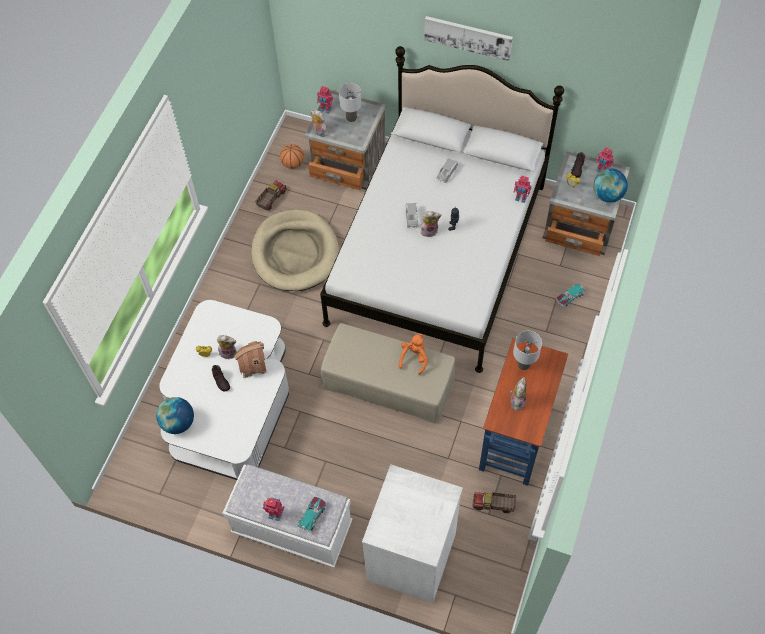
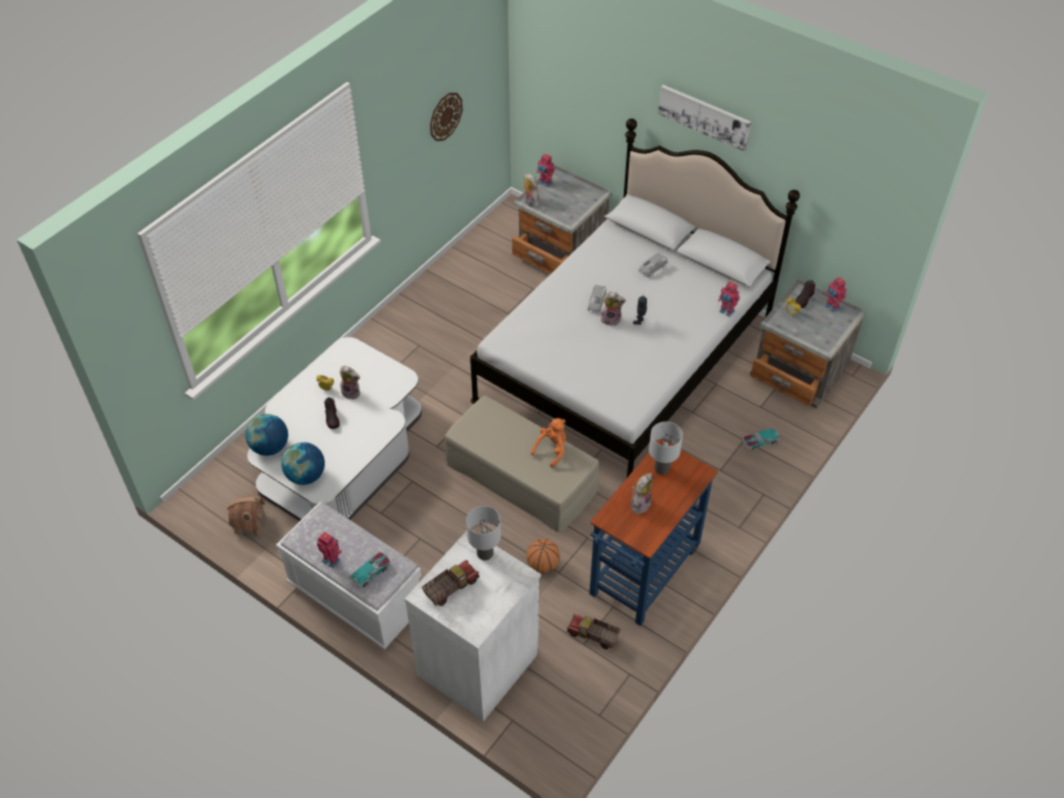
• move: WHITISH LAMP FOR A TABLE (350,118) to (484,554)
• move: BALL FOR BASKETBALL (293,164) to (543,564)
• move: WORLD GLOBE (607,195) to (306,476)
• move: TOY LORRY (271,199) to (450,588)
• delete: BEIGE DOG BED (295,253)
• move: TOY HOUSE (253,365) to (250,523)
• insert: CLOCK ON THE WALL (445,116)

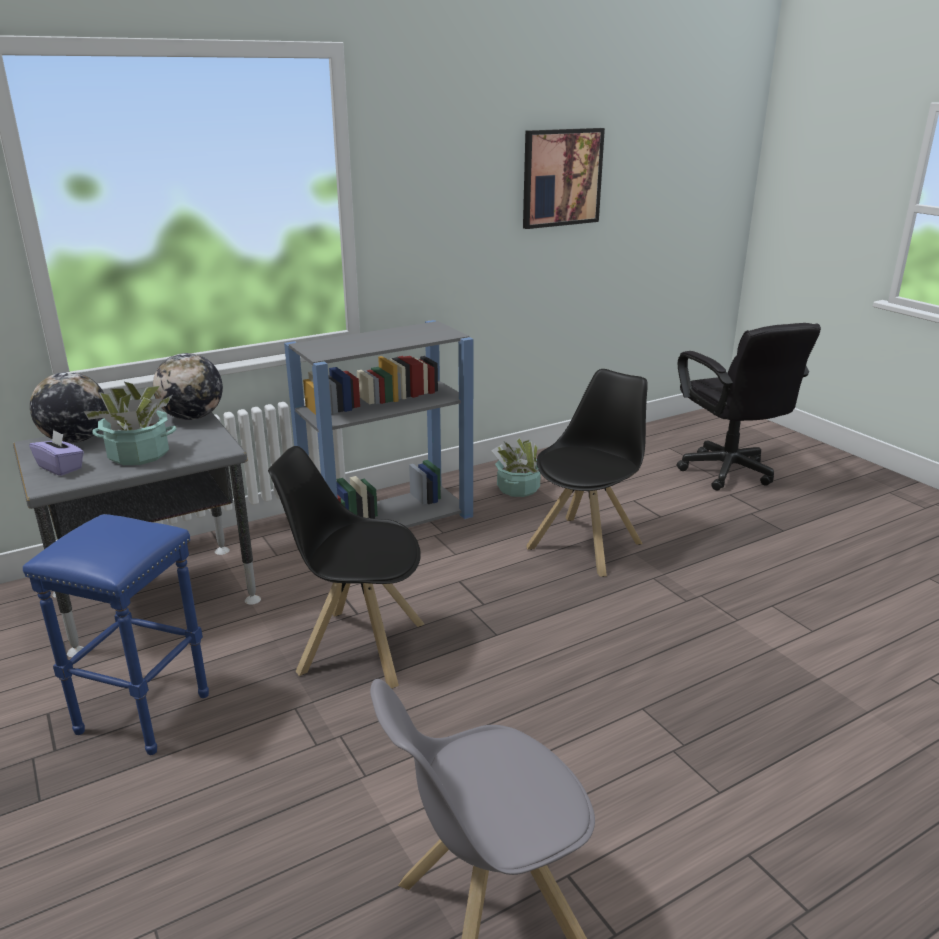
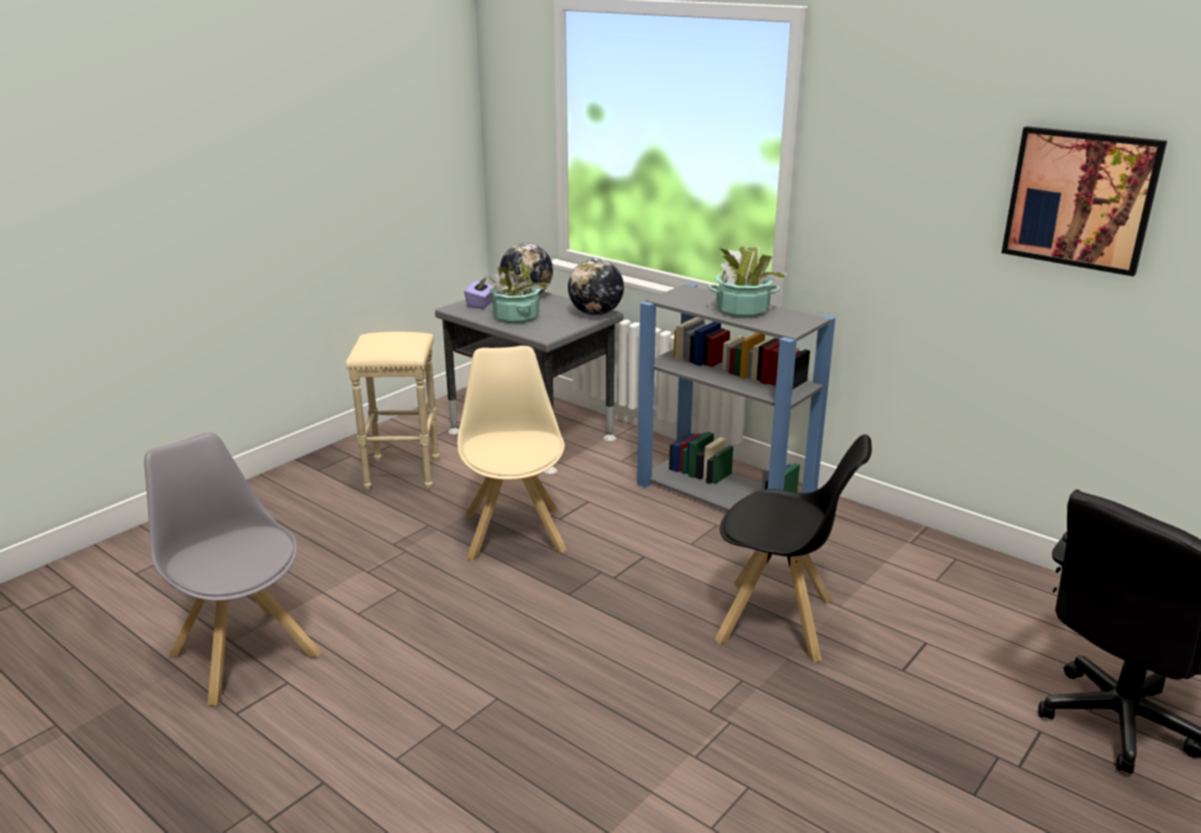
• move: PLANT IN A POT (518,488) to (742,310)
• recolor: BLACKISH CHAIR (358,646) to BEIGE CHAIR (514,531)
• recolor: BLUE STOOL SEAT (144,715) to BEIGE STOOL SEAT (401,474)

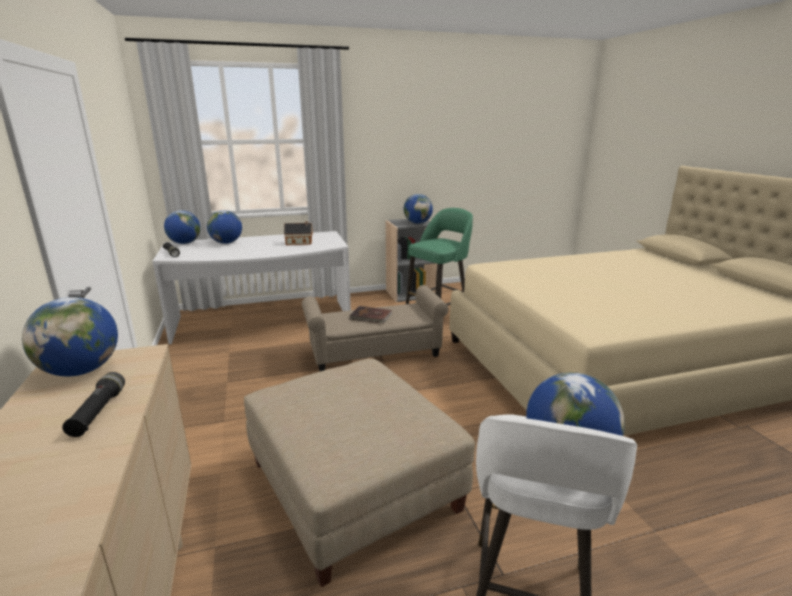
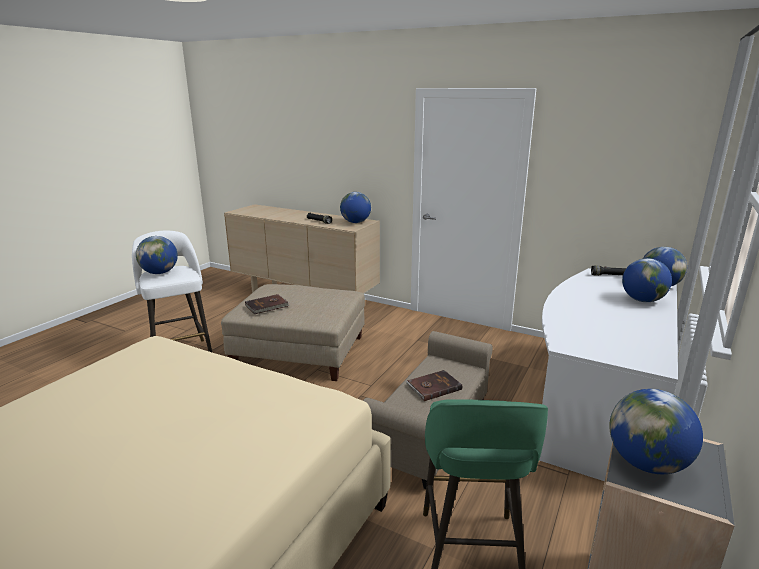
• delete: TOY HOUSE (300,242)
• insert: BROWNISH BOOK (267,306)

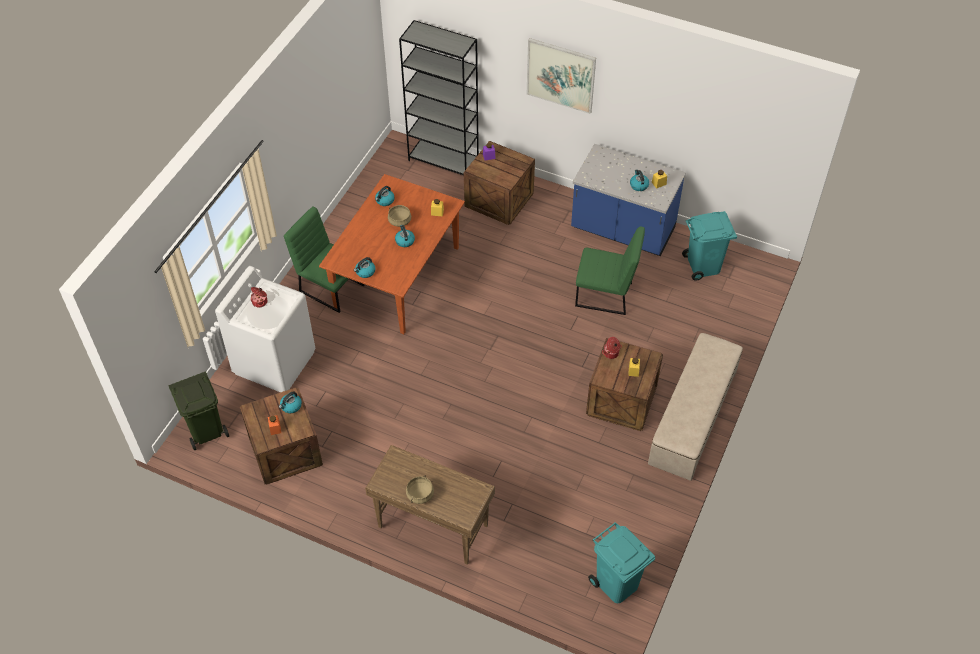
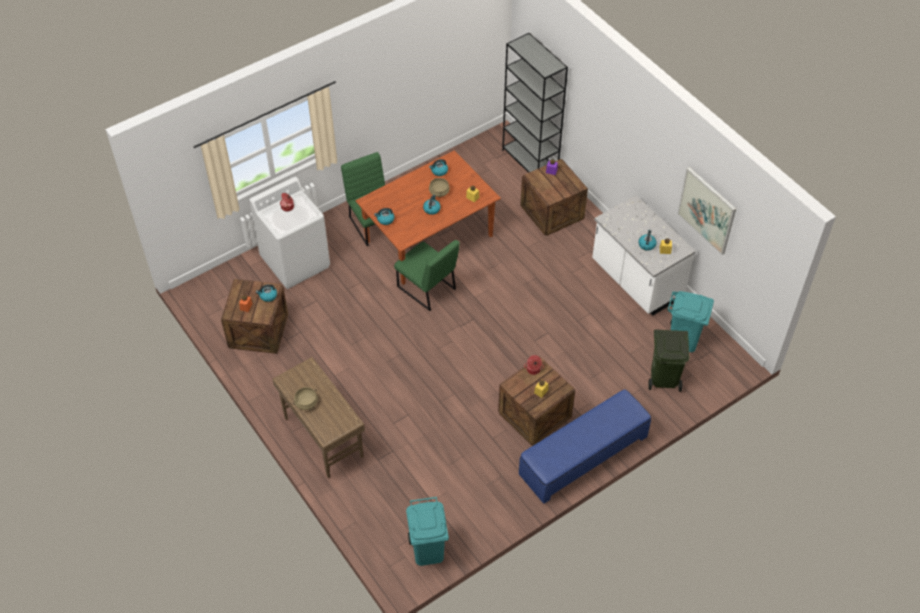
• move: WALL PICTURE (561,75) to (707,210)
• recolor: BLUE KITCHEN COUNTER (622,230) to WHITISH KITCHEN COUNTER (636,280)
• move: GREENISH CHAIR (605,295) to (427,289)
• recolor: BEIGE LONG SEAT (693,417) to BLUE LONG SEAT (583,456)
• move: GREENISH RUBBISH BIN (207,430) to (664,378)

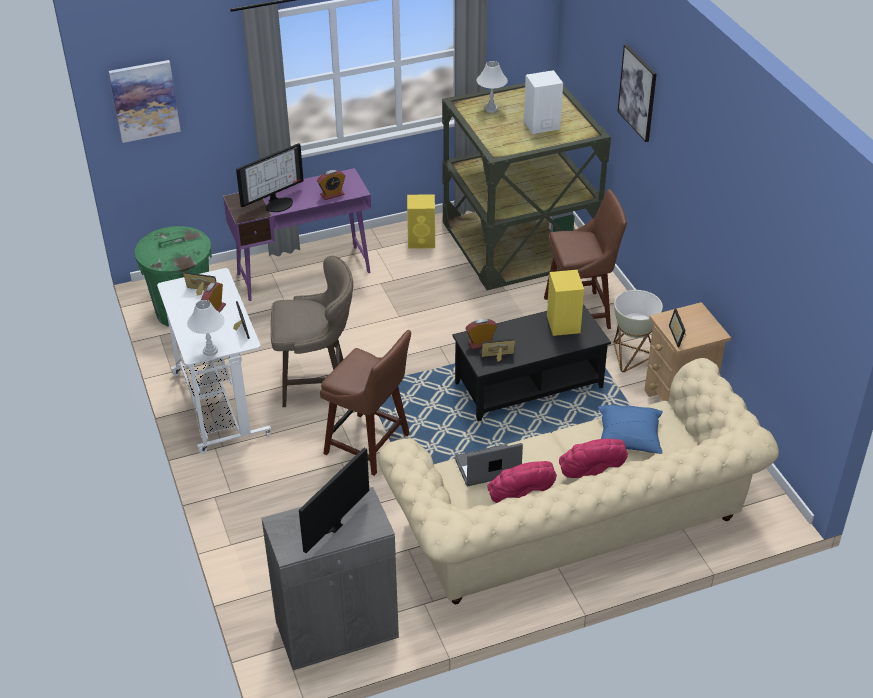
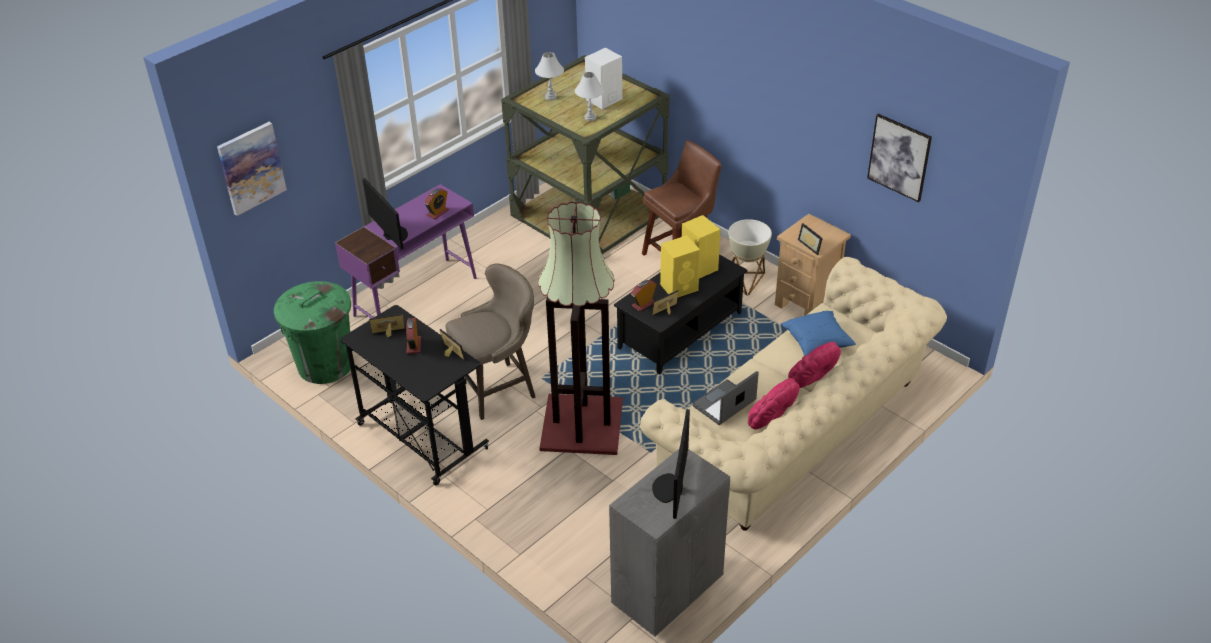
• move: WALL PICTURE (638,92) to (899,157)
• rotate: COMPUTER DISPLAY (278,203) = (393,234) 60 degrees counterclockwise
• move: YELLOW-COLOURED LOUDSPEAKER (422,241) to (680,287)
• recolor: WHITISH DESK (220,404) to BLACKISH DESK (422,436)
• move: WHITISH LAMP FOR A TABLE (210,351) to (590,117)
• replace: BROWNISH CHAIR (370,445) to STANDING LAMP (583,426)

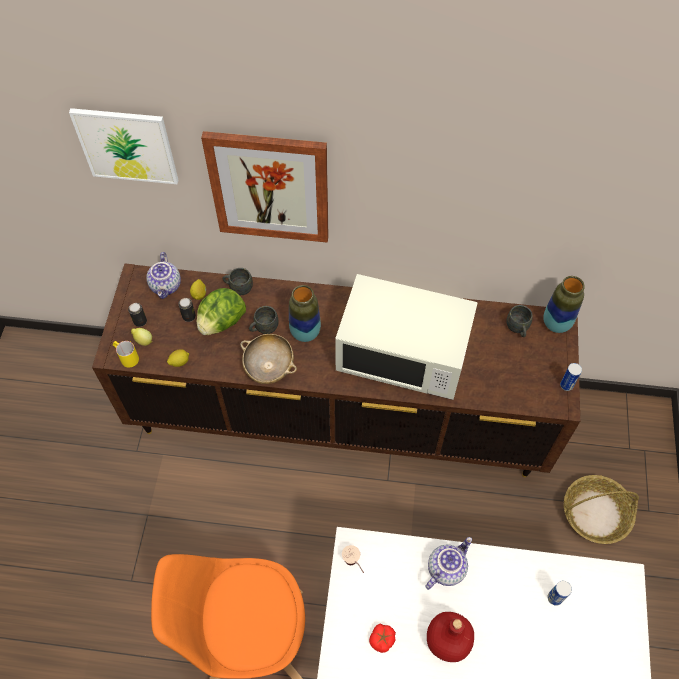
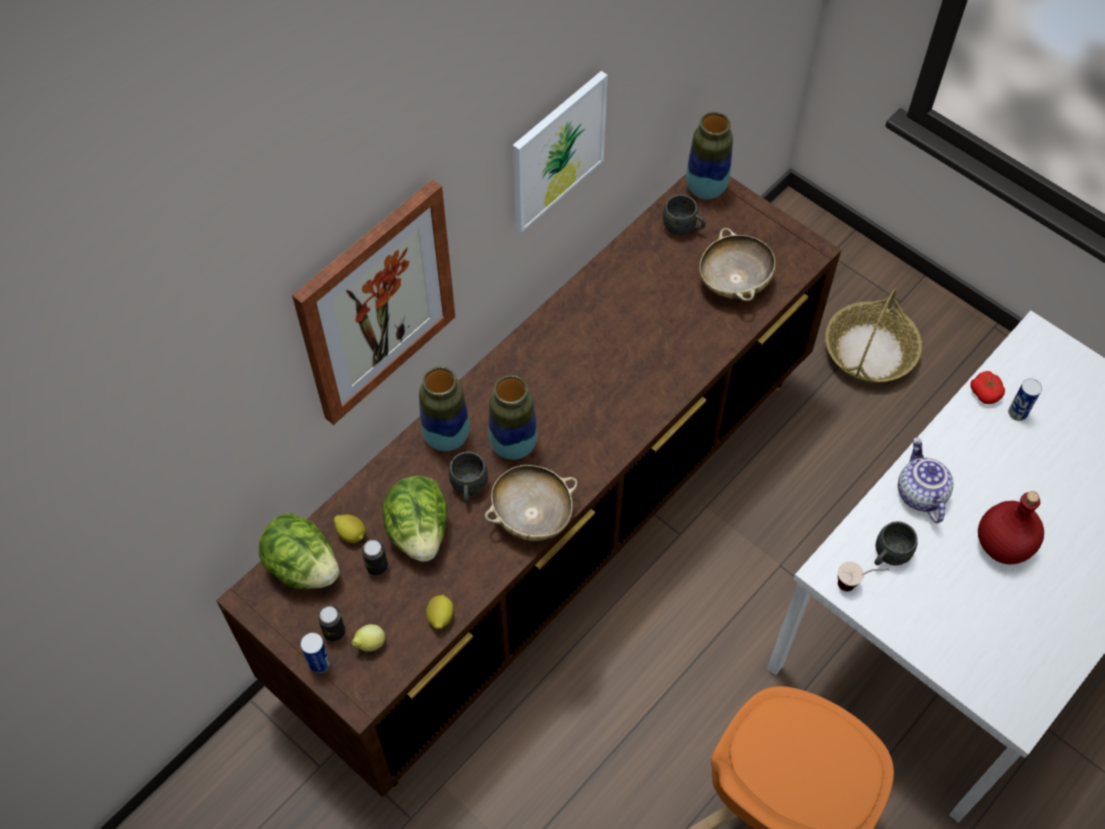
• move: WALL PICTURE (126,145) to (557,151)
• replace: TEAPOT (166,286) to HEAD OF LETTUCE (303,566)
• move: GREYISH MUG (238,288) to (888,555)
• delete: WHITISH MICROWAVE OVEN (403,355)
• delete: YELLOW-COLOURED MUG (126,357)
• move: METAL CAN (566,385) to (319,663)
• move: FRESH TOMATO (382,639) to (985,392)
• insert: BEIGE BOWL (734,281)
• insert: FLOWER VASE (446,437)

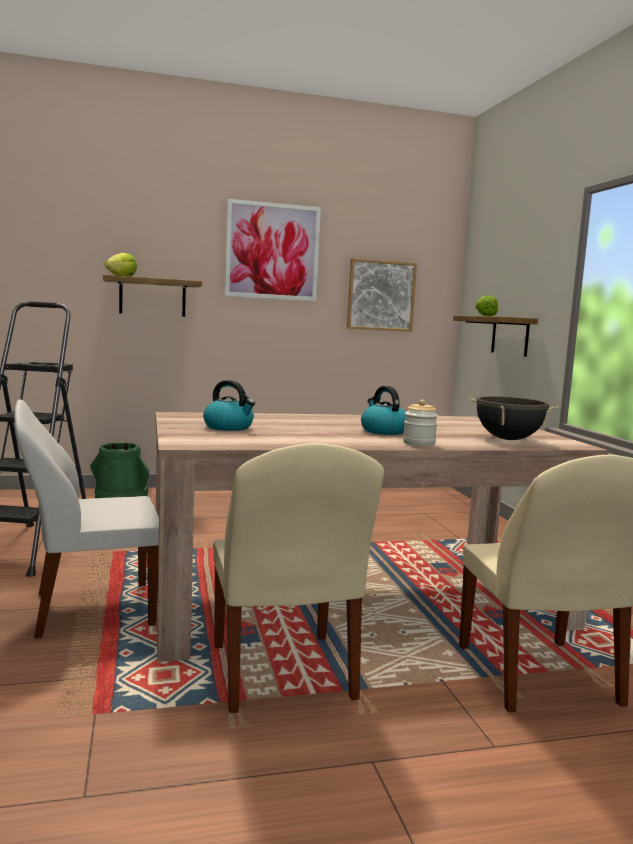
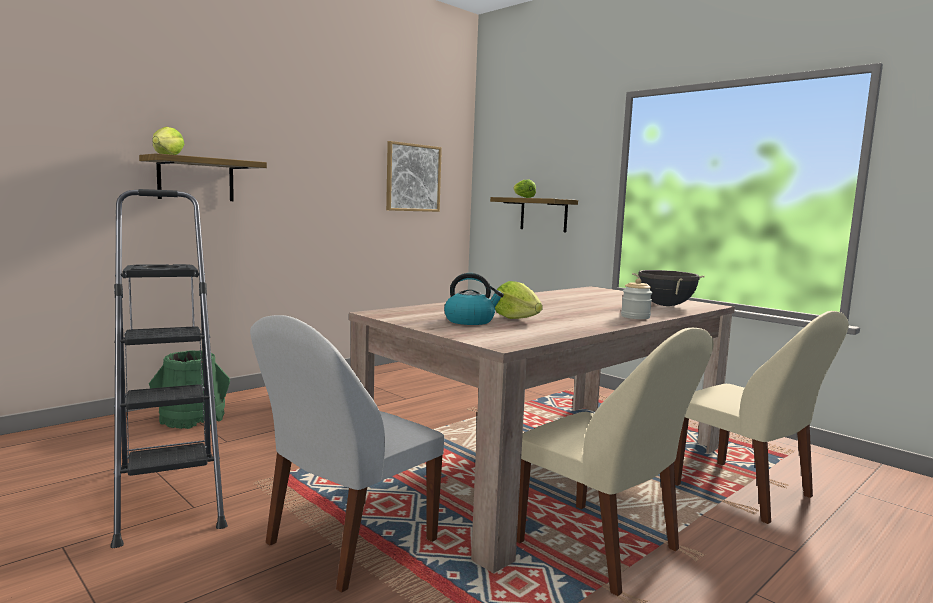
• delete: WALL PICTURE (272,251)
• delete: WATER KETTLE (383,431)
• insert: HEAD OF LETTUCE (517,318)

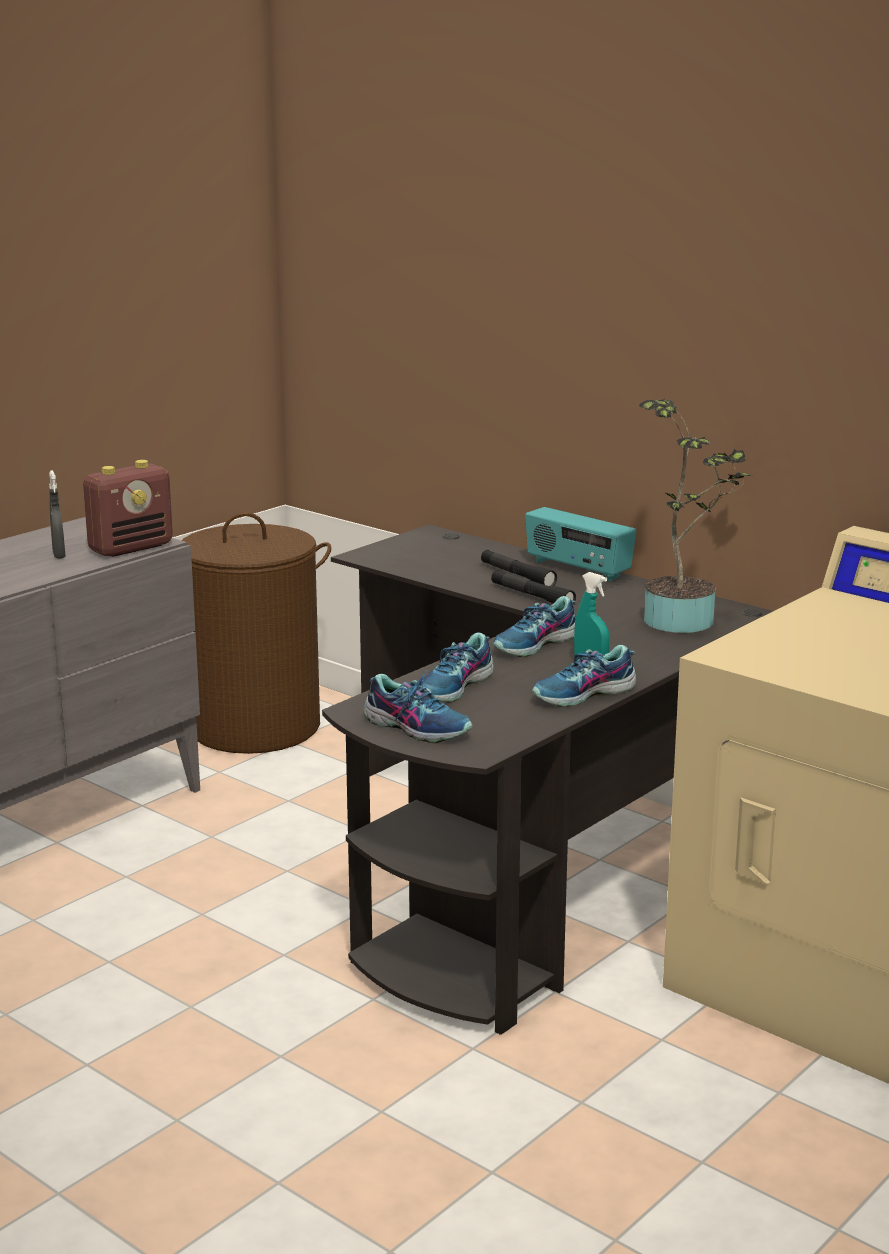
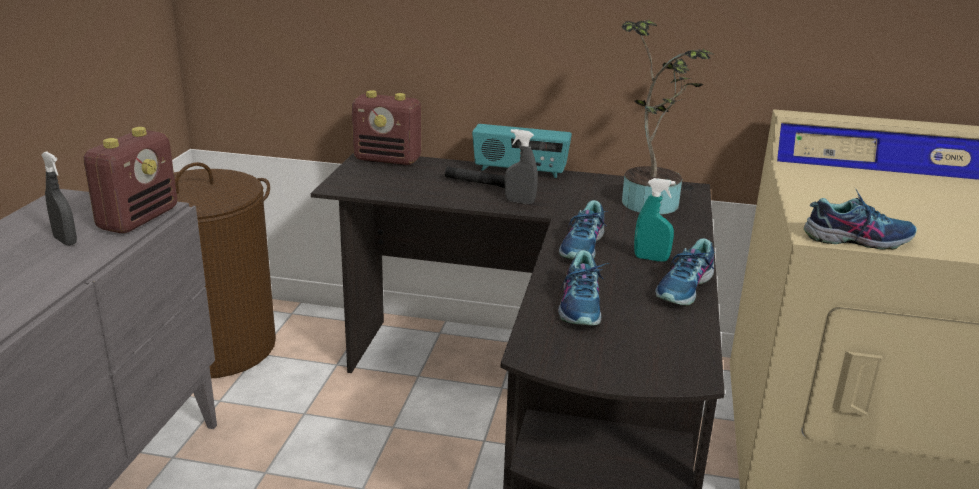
• replace: BLACKISH HAND TORCH (532,596) to GREYISH HAND SPRAYER (520,202)
• move: ITEM OF FOOTWEAR (417,727) to (857,239)
• insert: RADIO SET (388,160)

